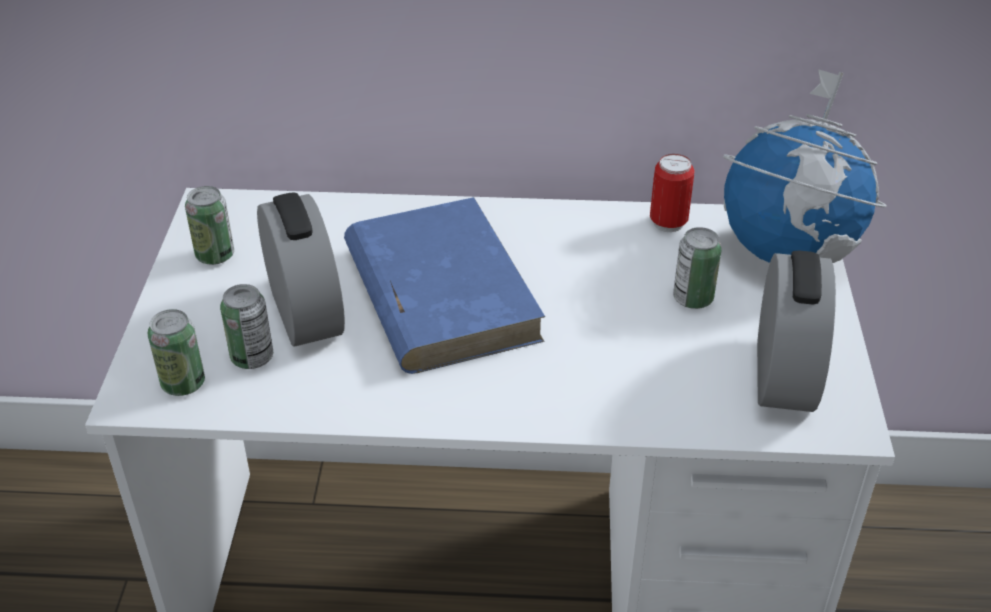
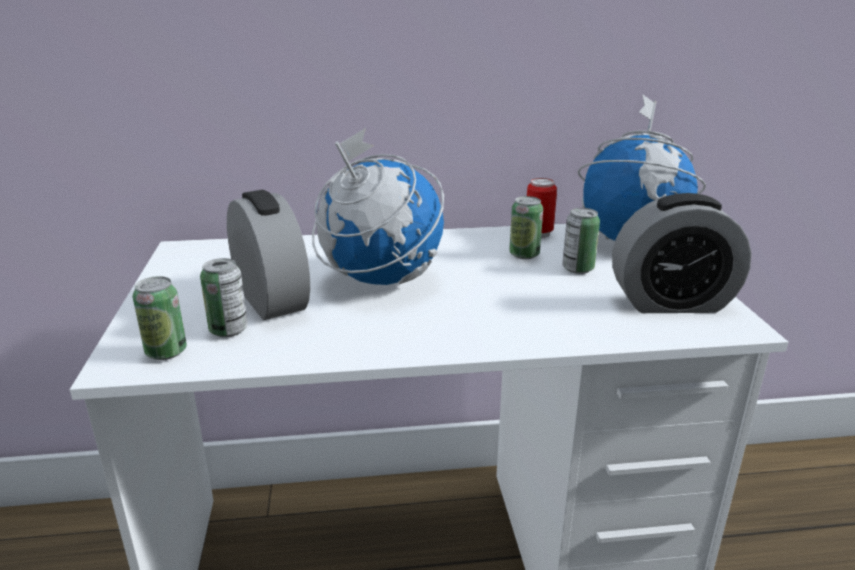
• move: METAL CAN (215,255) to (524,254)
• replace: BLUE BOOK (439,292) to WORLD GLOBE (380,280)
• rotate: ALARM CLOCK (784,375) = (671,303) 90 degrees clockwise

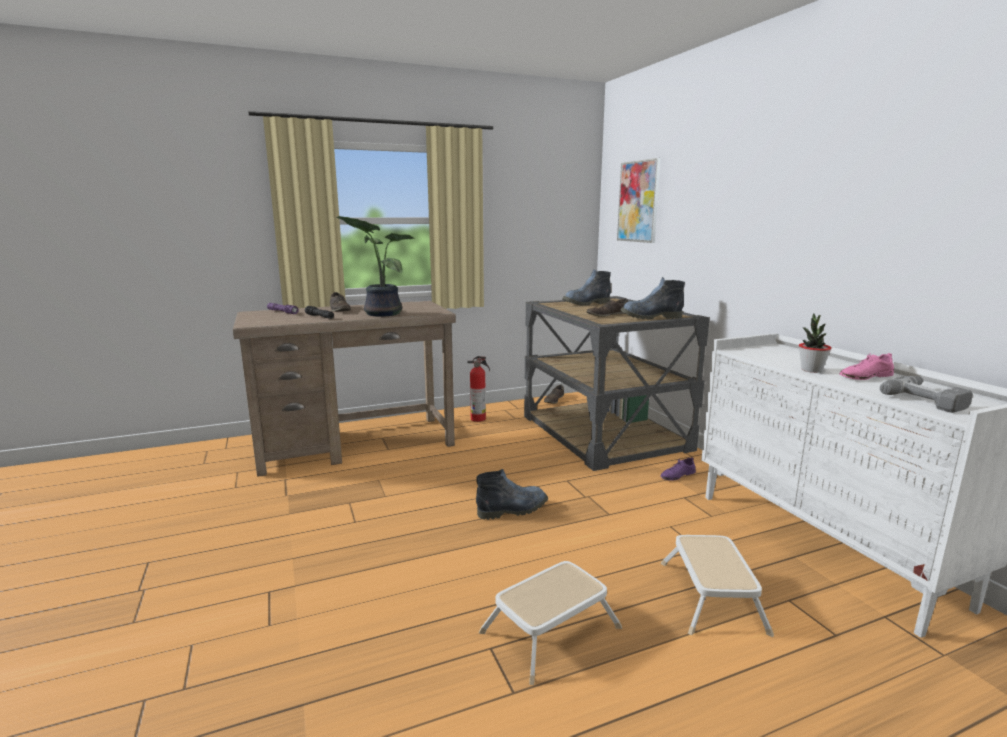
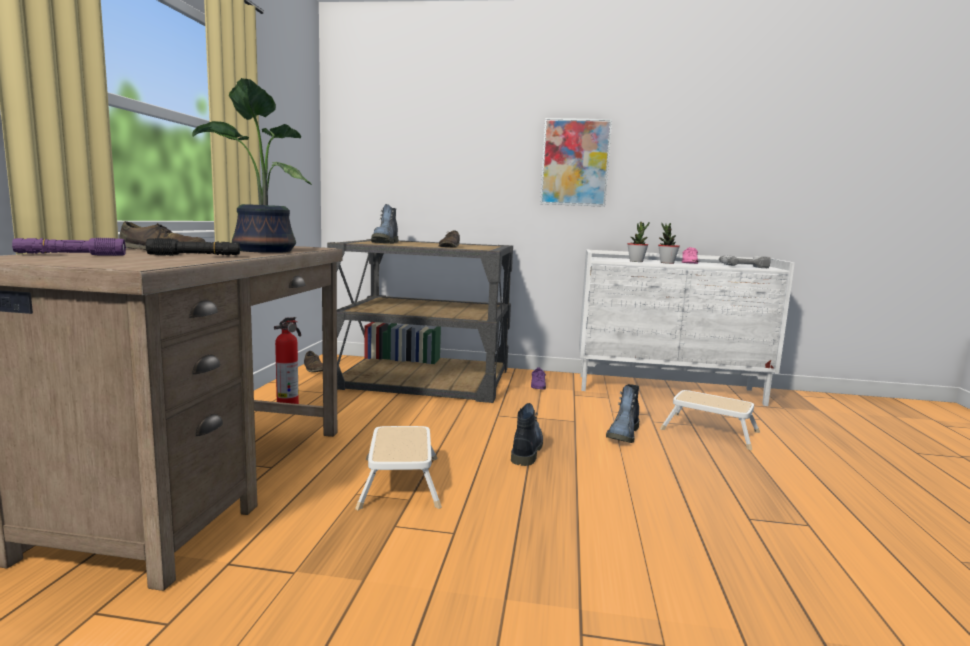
• move: WALL PICTURE (638,201) to (575,162)
• move: TALL BOOT (650,317) to (623,435)
• move: BEIGE STEPLADDER (550,629) to (399,481)
• insert: PLANT IN A POT (636,261)

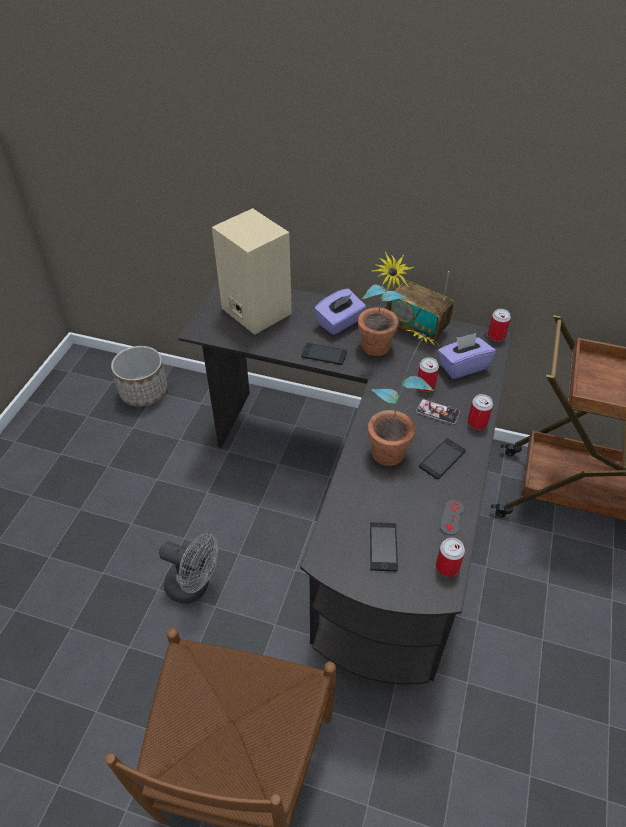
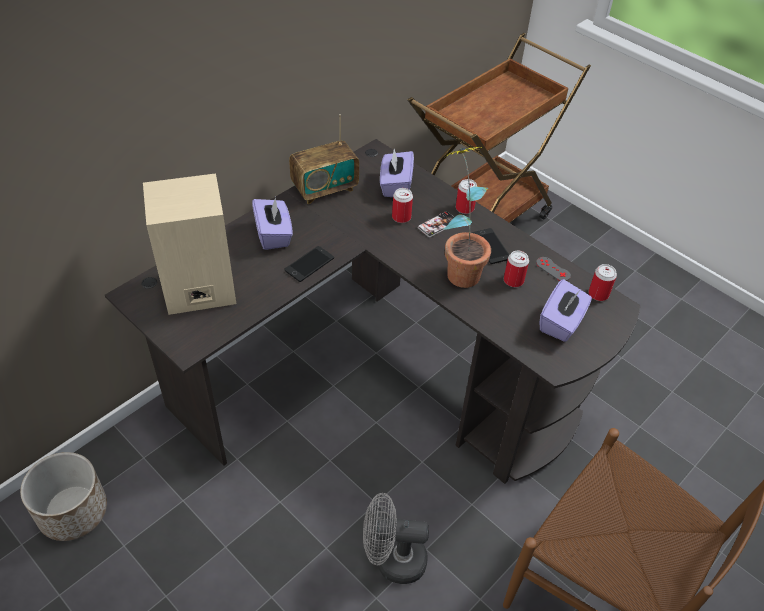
• delete: PLANT IN A POT (377,352)
• move: METAL CAN (496,336) to (513,280)
• replace: PHONE (383,547) to PURPLISH TISSUE HOLDER (561,323)
• rotate: GREYISH ELECTRIC FAN (194,586) = (392,560) 135 degrees counterclockwise

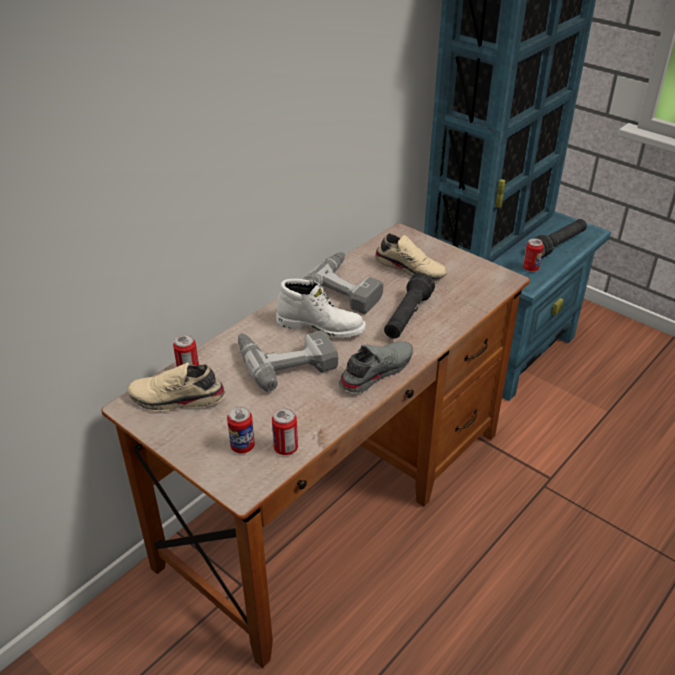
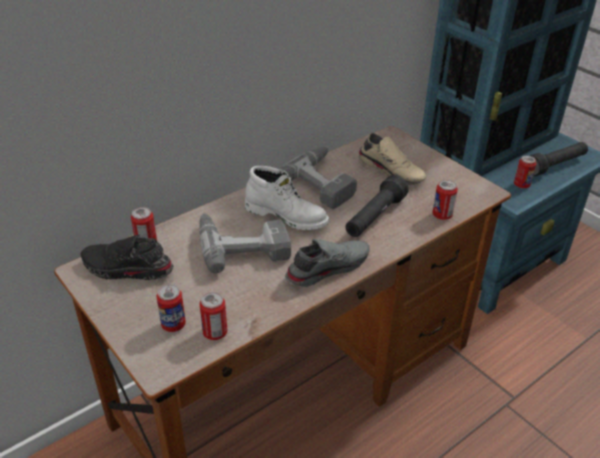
• recolor: BEIGE ITEM OF FOOTWEAR (177,400) to BLACKISH ITEM OF FOOTWEAR (126,270)
• insert: METAL CAN (442,215)

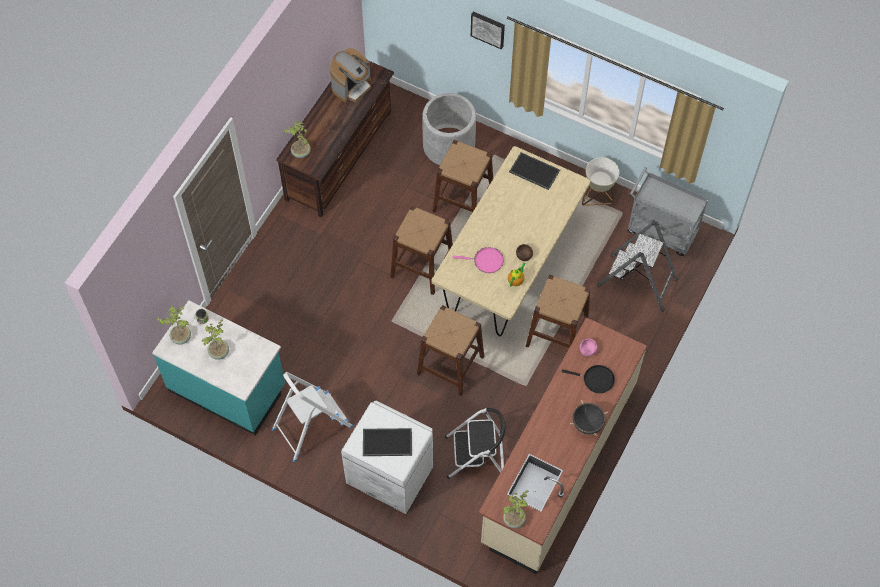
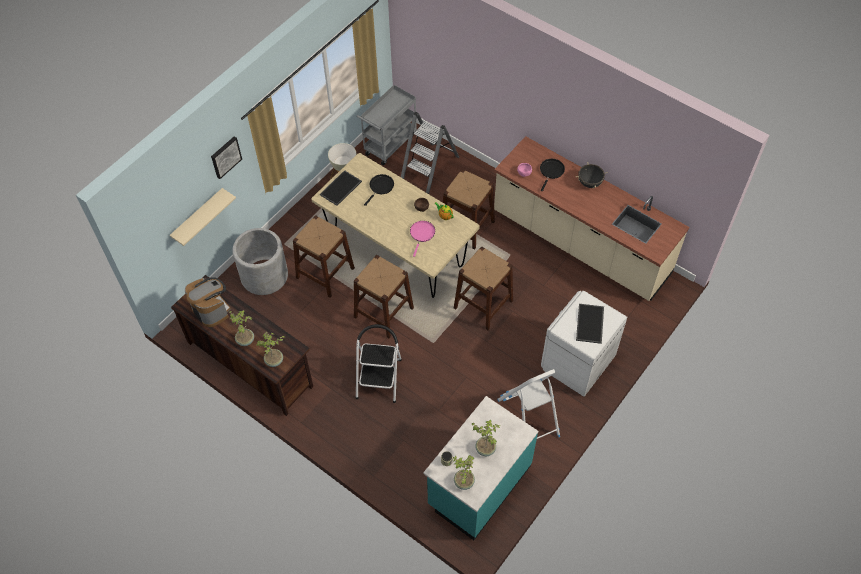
• move: STEPLADDER (477,456) to (379,377)
• move: PLANT IN A POT (514,519) to (245,340)
• insert: BLACKISH PAN (380,187)
• insert: BEIGE BRACKET SHELF (198,217)

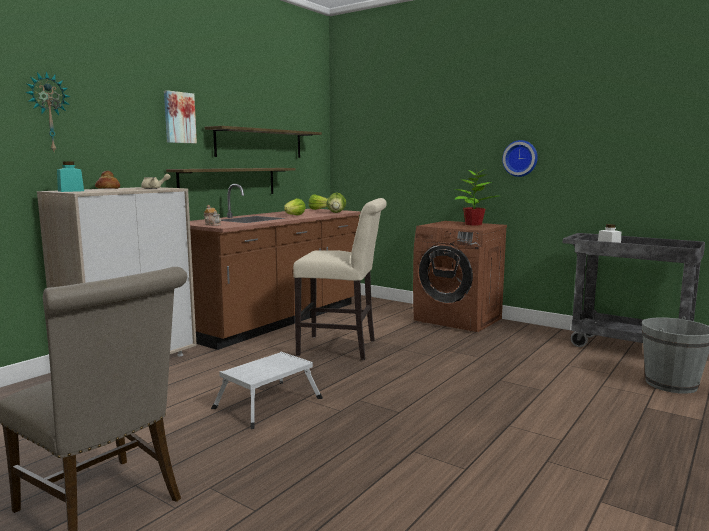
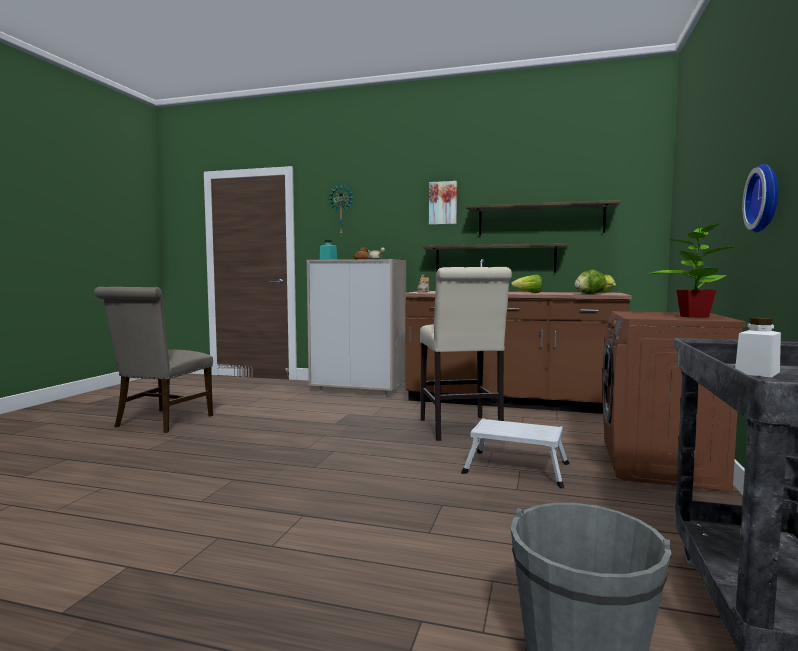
• move: WHITISH STEPLADDER (268,403) to (517,468)

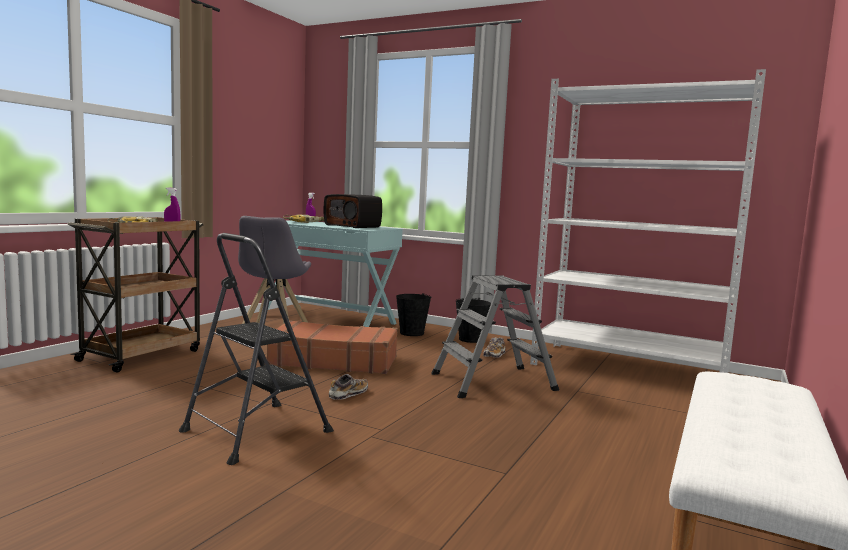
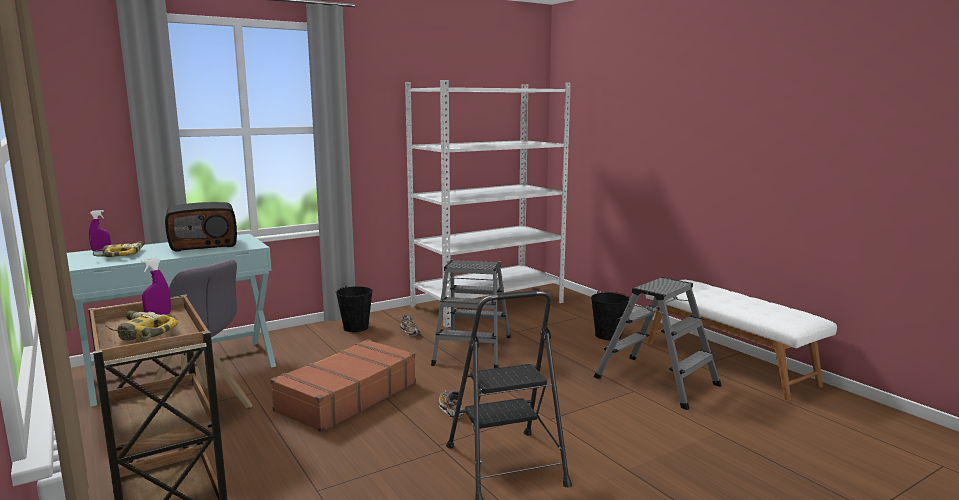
• move: BLACKISH WATER BUCKET (411,333) to (608,335)
• insert: GREYISH STEPLADDER (656,381)

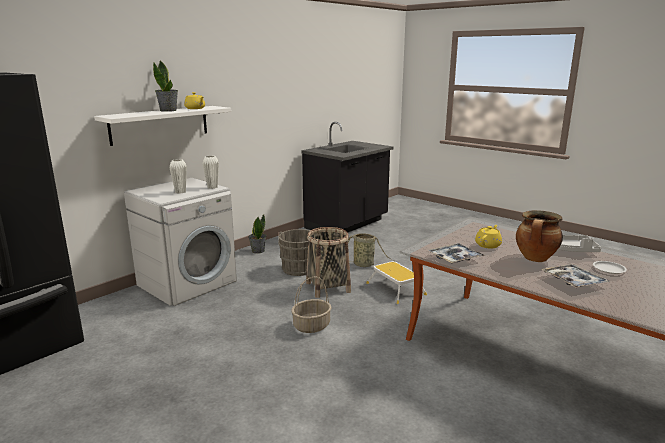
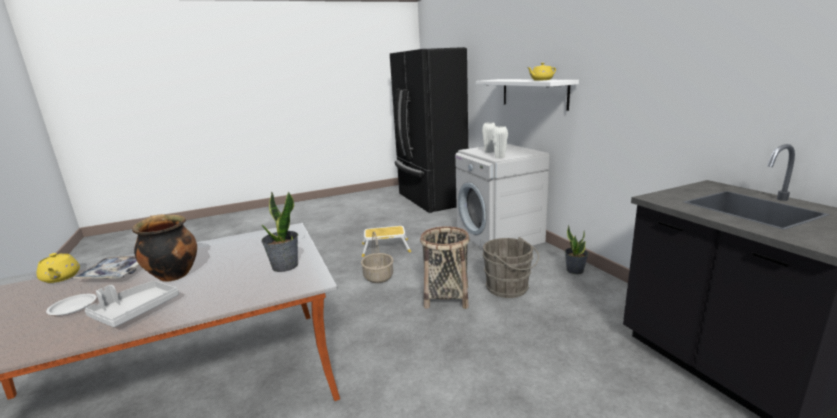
• move: PLANT IN A POT (168,110) to (284,266)
• move: YELLOW-COLOURED TEAPOT (488,245) to (61,278)
• delete: STORAGE BASKET (365,265)
• delete: CARRYING TRAY (455,258)
• move: YELLOW-COLOURED STEPLADDER (396,288) to (385,248)

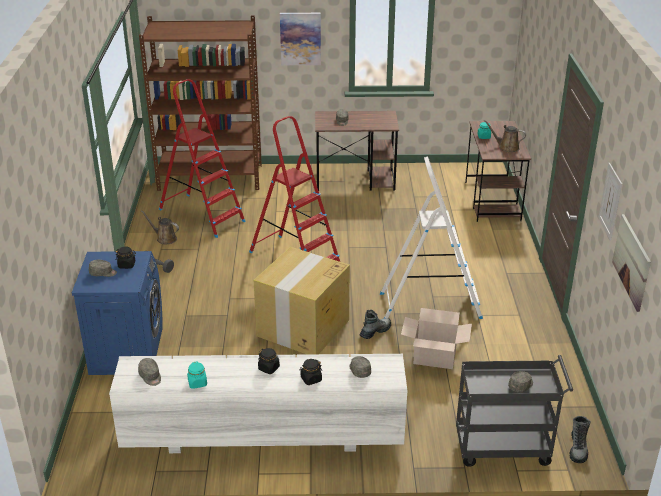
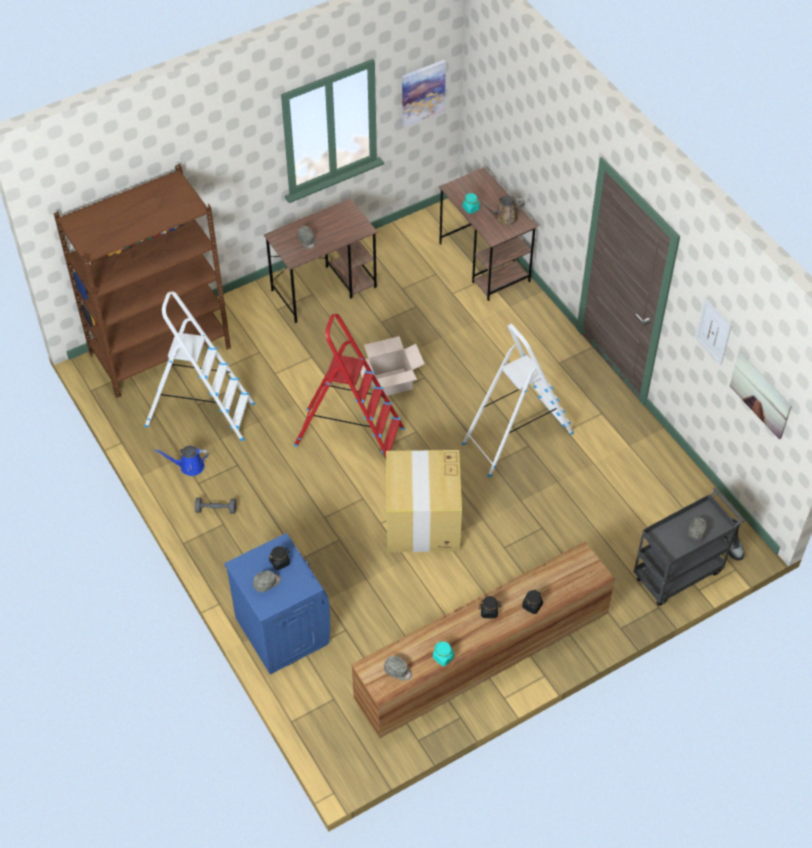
• move: WALL PICTURE (300,38) to (422,92)
• recolor: RED-COLOURED STEPLADDER (202,215) to WHITISH STEPLADDER (200,414)
• recolor: BROWNISH SPRINKLING CAN (164,238) to BLUE SPRINKLING CAN (189,466)
• move: CARTON (434,356) to (390,382)
• delete: TALL BOOT (375,331)
• recolor: WHITISH STORAGE CABINET (263,440) to BROWNISH STORAGE CABINET (482,663)
• delete: GREYISH CAP (359,370)

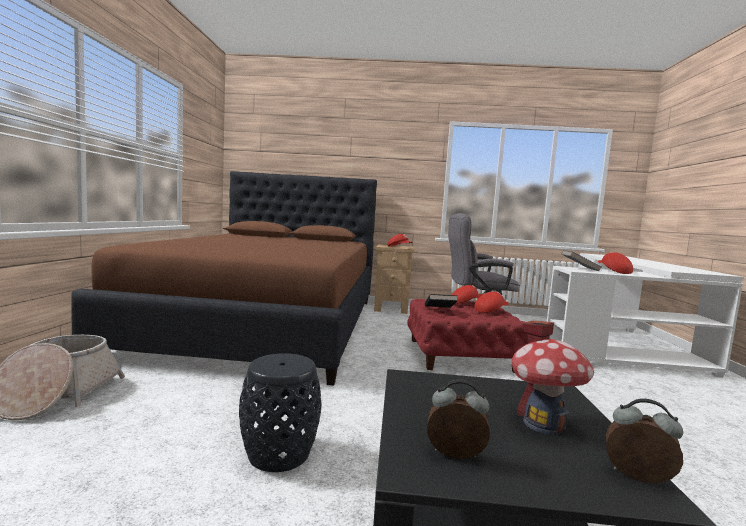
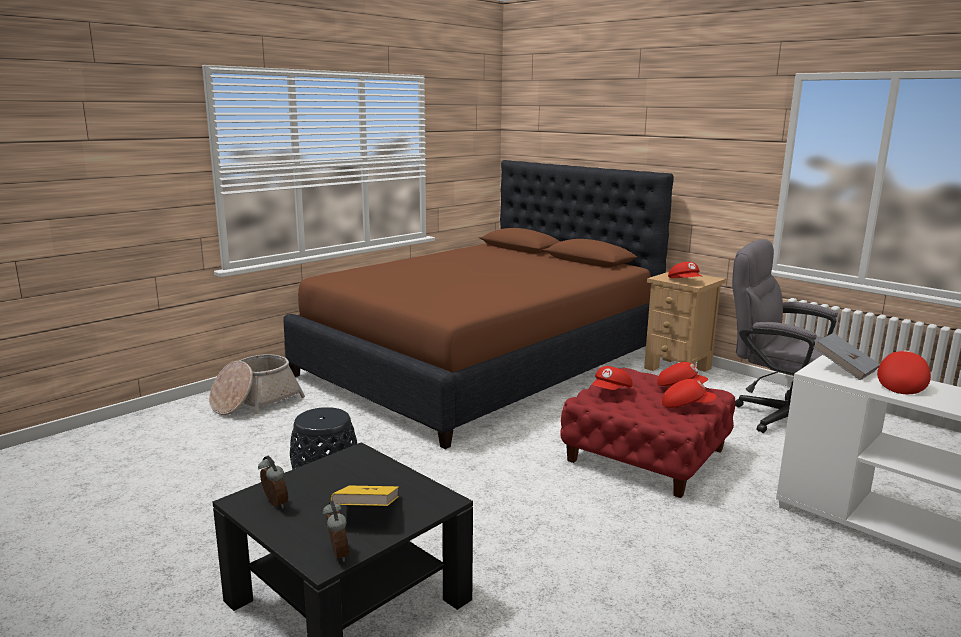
• replace: BLACKISH BOOK (439,310) to RED-COLOURED CAP (611,391)
• replace: TOY HOUSE (544,424) to YELLOW-COLOURED BOOK (367,511)

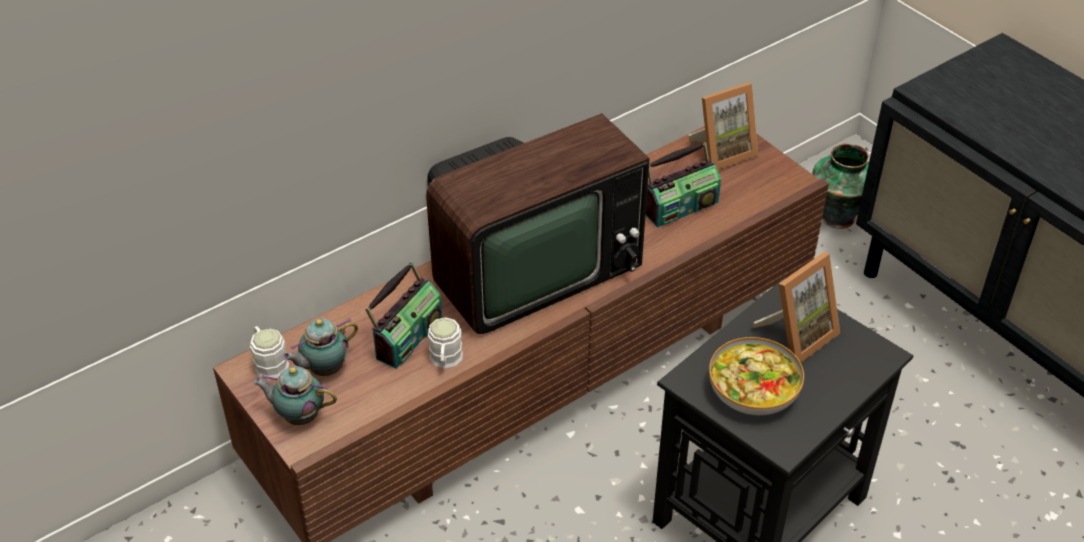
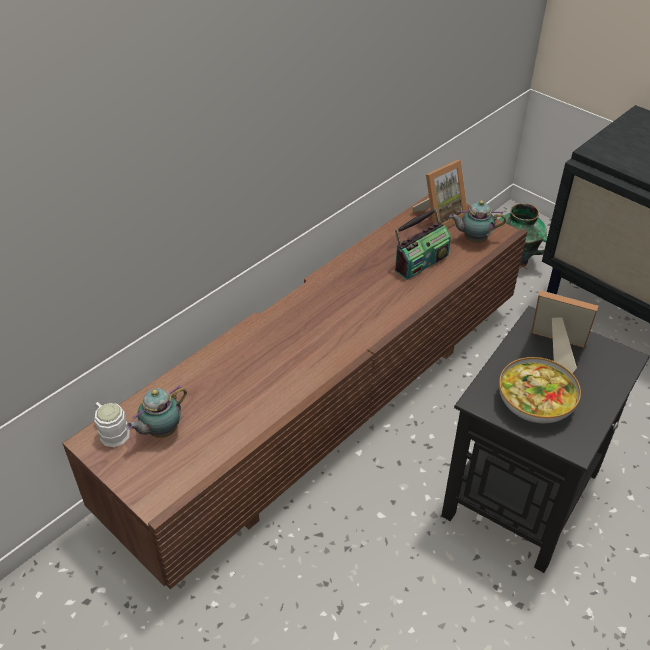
• delete: TV SET (530,269)
• rotate: STANDING FRAME (796,335) = (554,351) 105 degrees counterclockwise
• delete: RADIO SET (407,337)
• delete: WHITISH MUG (445,360)
• move: TEAPOT (299,416) to (473,239)

